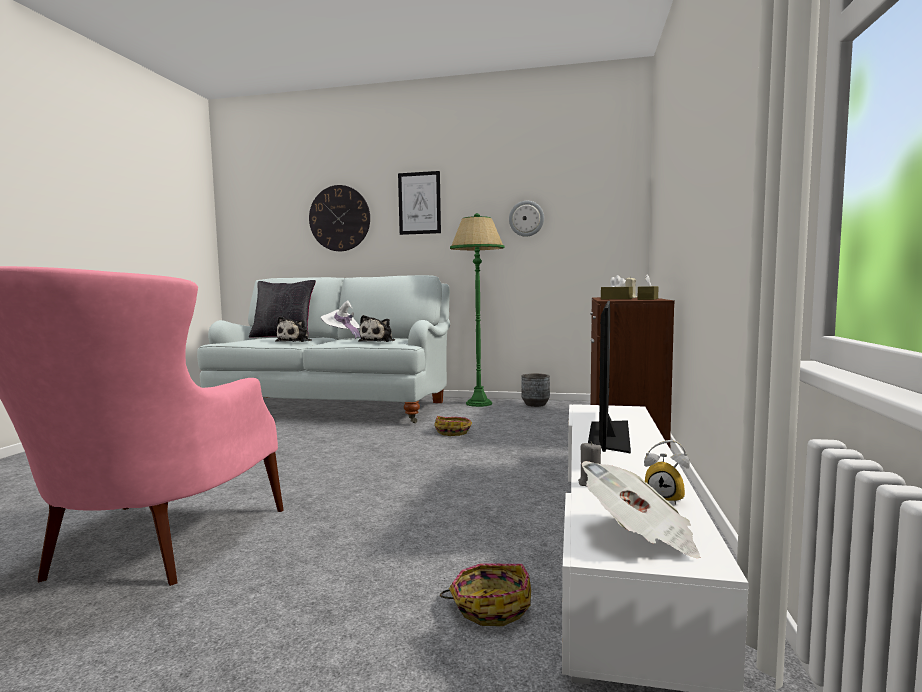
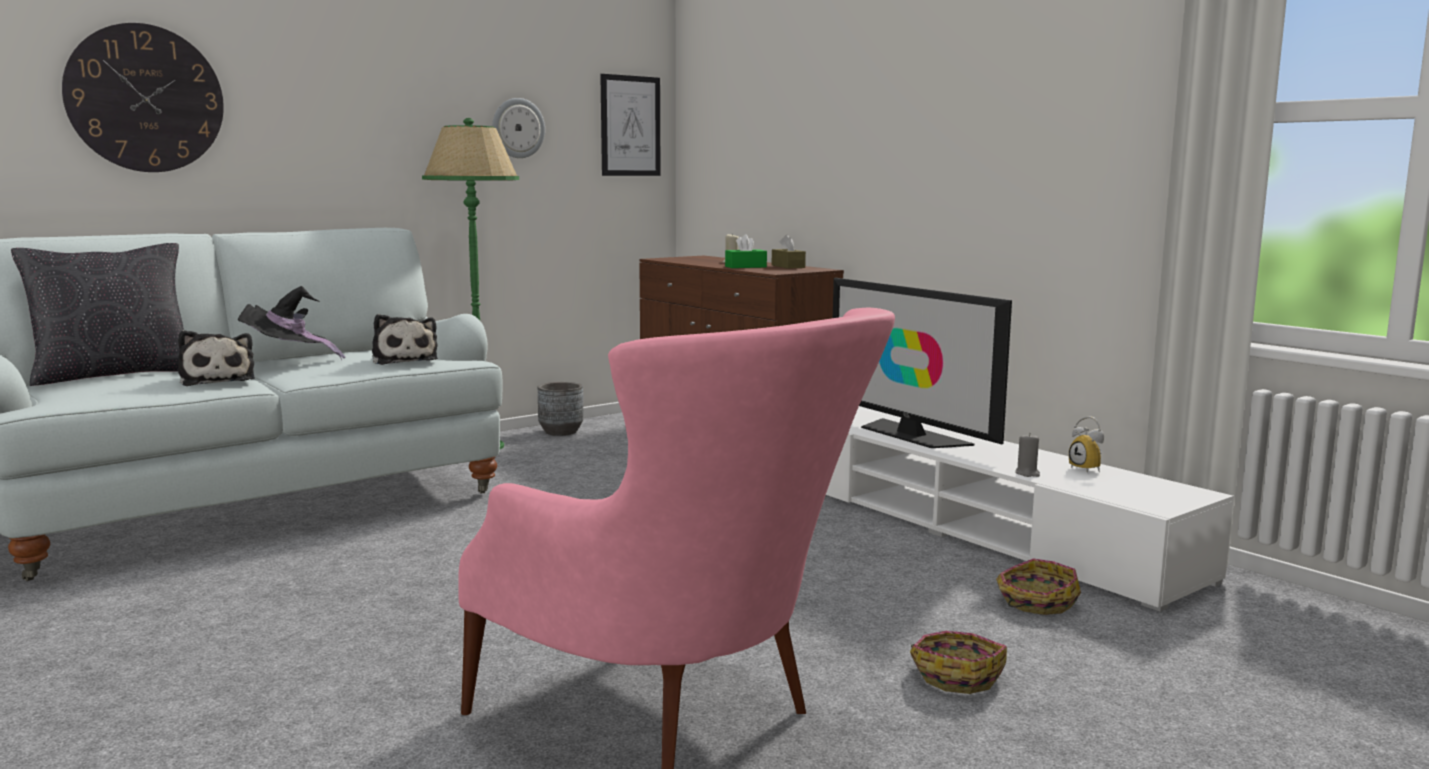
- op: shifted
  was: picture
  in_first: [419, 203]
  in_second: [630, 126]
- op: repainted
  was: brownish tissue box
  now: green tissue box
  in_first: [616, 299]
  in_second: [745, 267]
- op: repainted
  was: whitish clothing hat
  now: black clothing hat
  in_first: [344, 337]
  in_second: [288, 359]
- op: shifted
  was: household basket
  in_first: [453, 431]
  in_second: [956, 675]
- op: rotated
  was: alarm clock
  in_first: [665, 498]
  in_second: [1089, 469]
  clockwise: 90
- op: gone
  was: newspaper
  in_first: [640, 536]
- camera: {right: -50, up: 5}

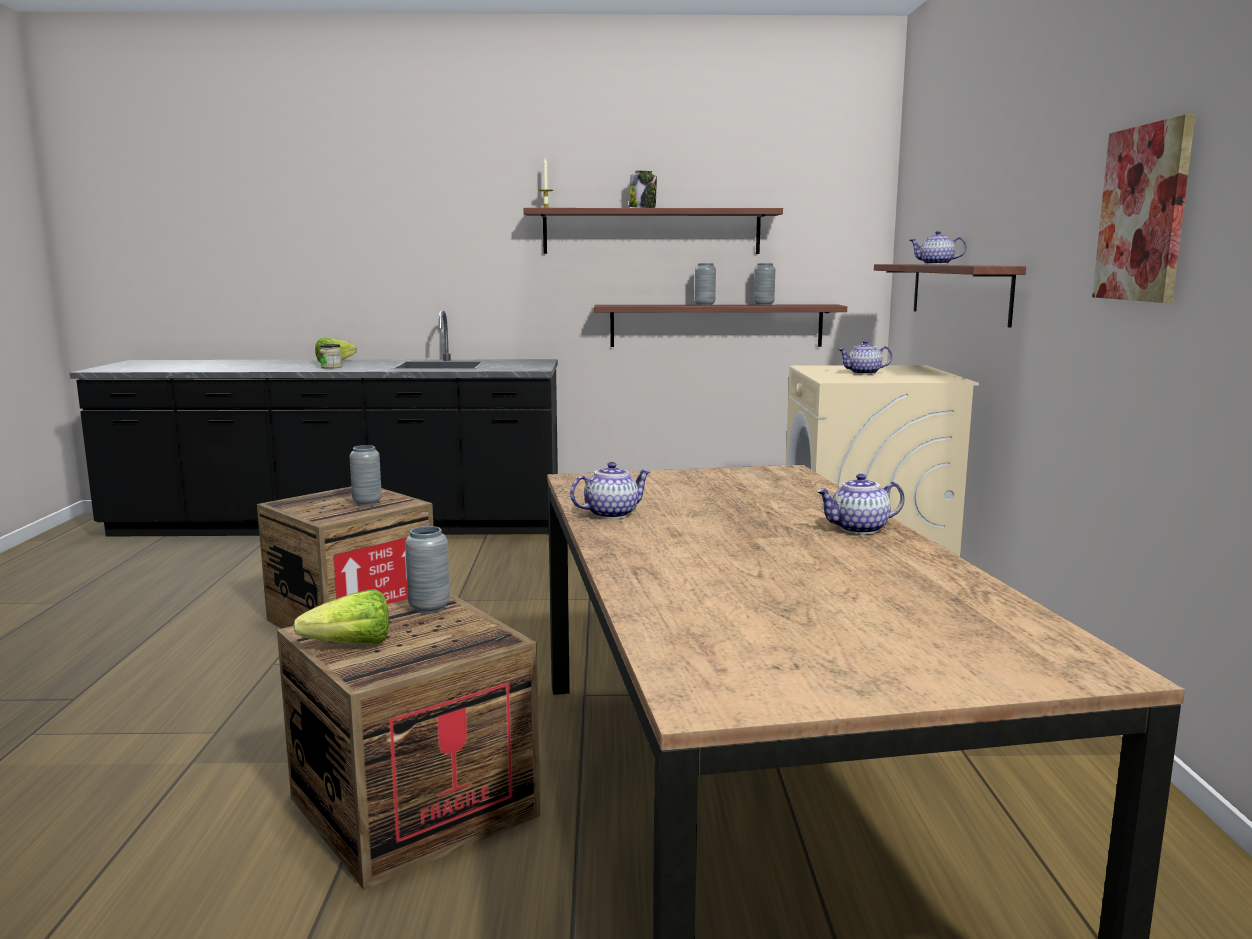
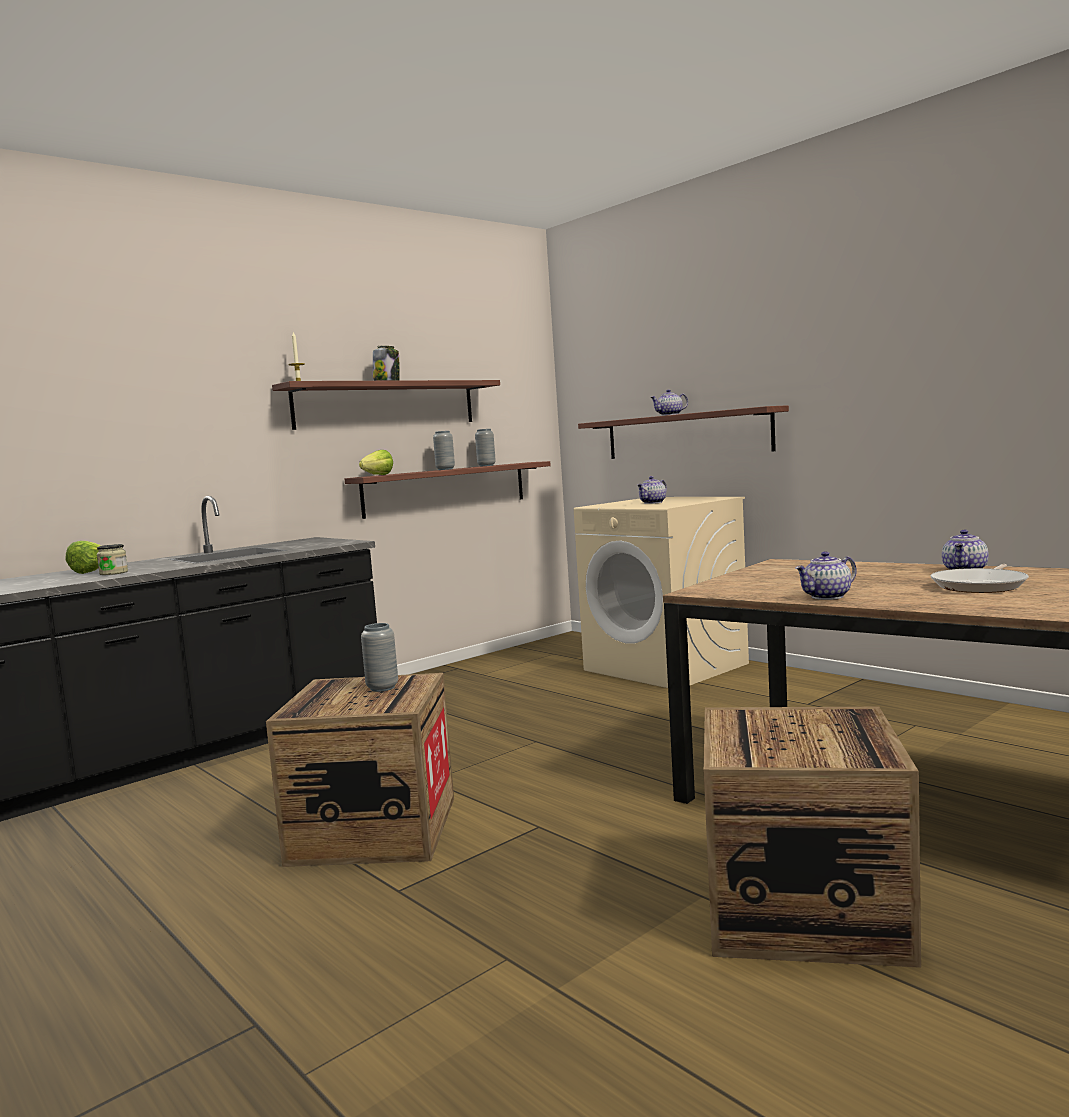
- op: gone
  was: picture
  in_first: [1143, 213]
- op: rotated
  was: teapot
  in_first: [611, 514]
  in_second: [827, 597]
  clockwise: -135
- op: gone
  was: grey decorative vase
  in_first: [429, 608]
- op: shifted
  was: lettuce
  in_first: [343, 646]
  in_second: [374, 475]
- op: new
  now: frying pan
  in_second: [981, 586]
- camera: {right: -40, up: -5}

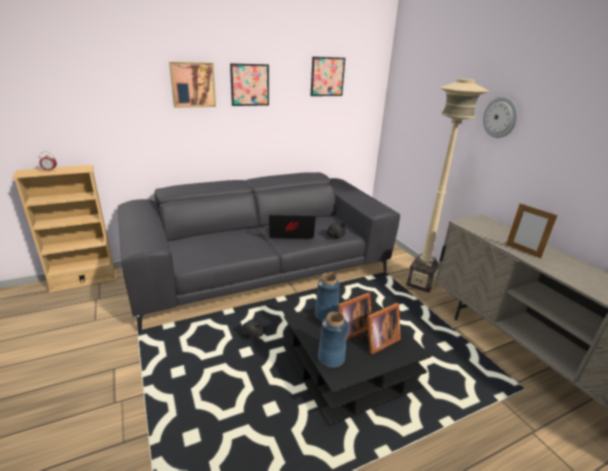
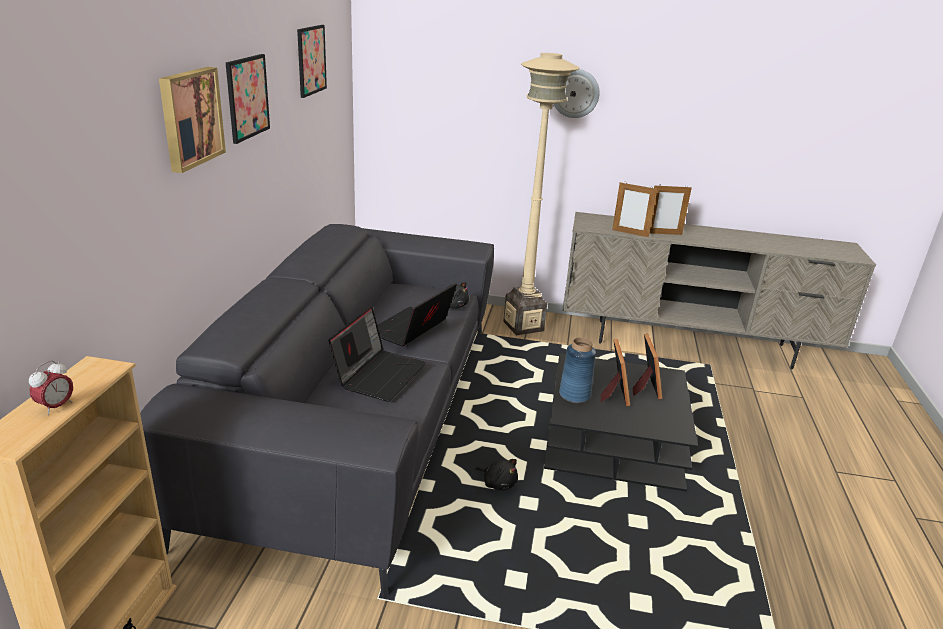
- op: gone
  was: bluish decorative vase
  in_first: [331, 358]
- op: new
  now: standing frame
  in_second: [630, 233]
- op: new
  now: laptop
  in_second: [379, 374]
- camera: {right: -55, up: 0}

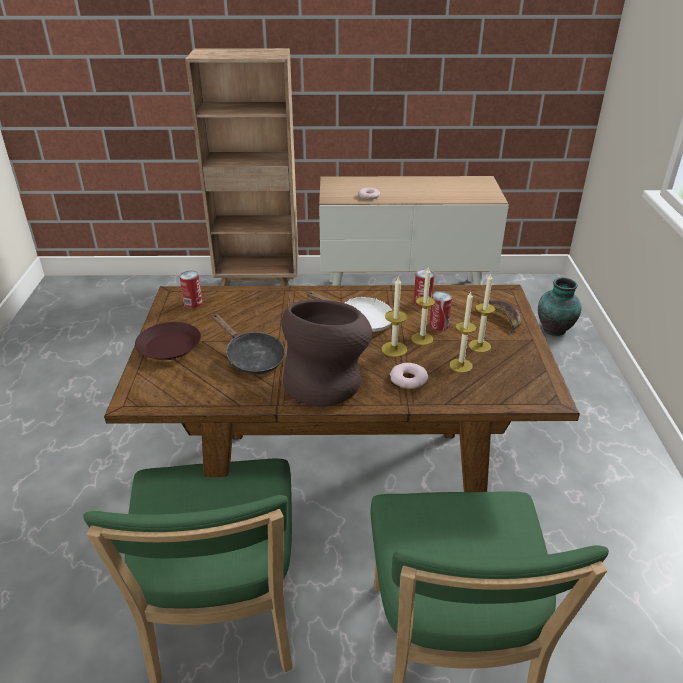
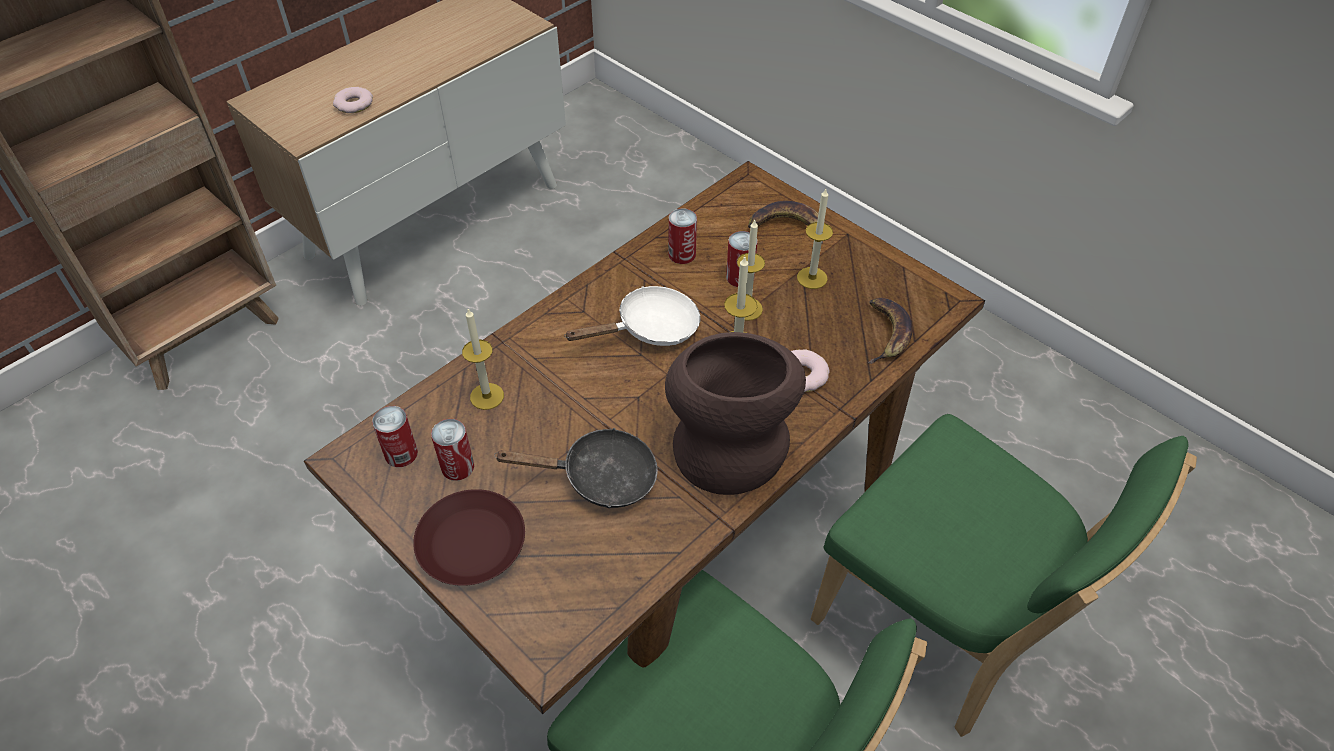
- op: gone
  was: decorative vase
  in_first: [555, 329]
- op: shifted
  was: wax candle
  in_first: [461, 365]
  in_second: [487, 396]
- op: new
  now: banana
  in_second: [887, 334]
- op: new
  now: sealed can
  in_second: [457, 466]
- camera: {right: -45, up: 15}

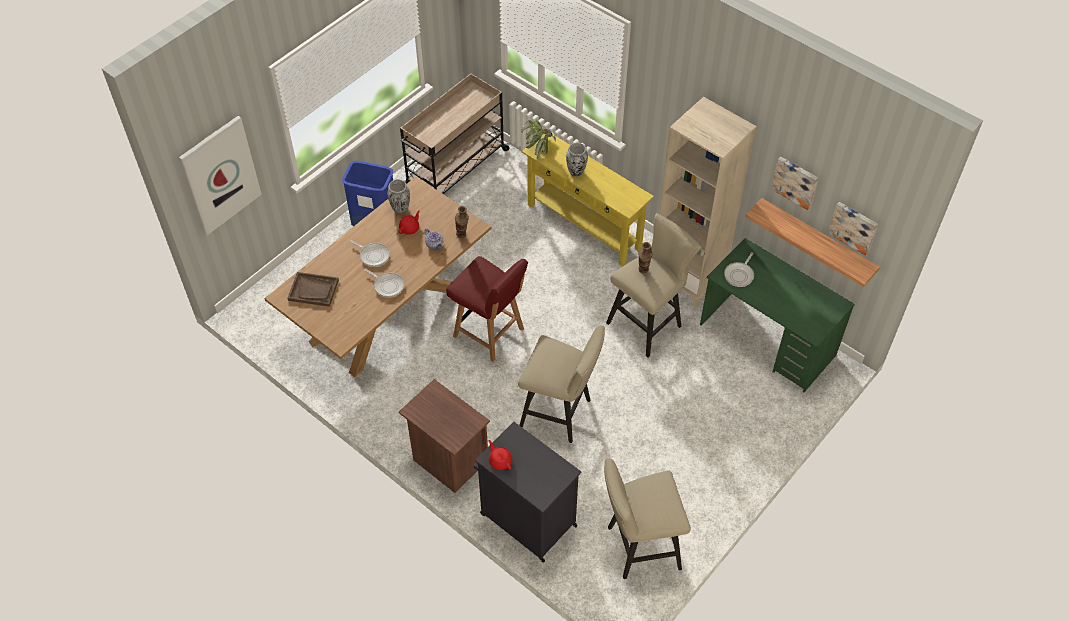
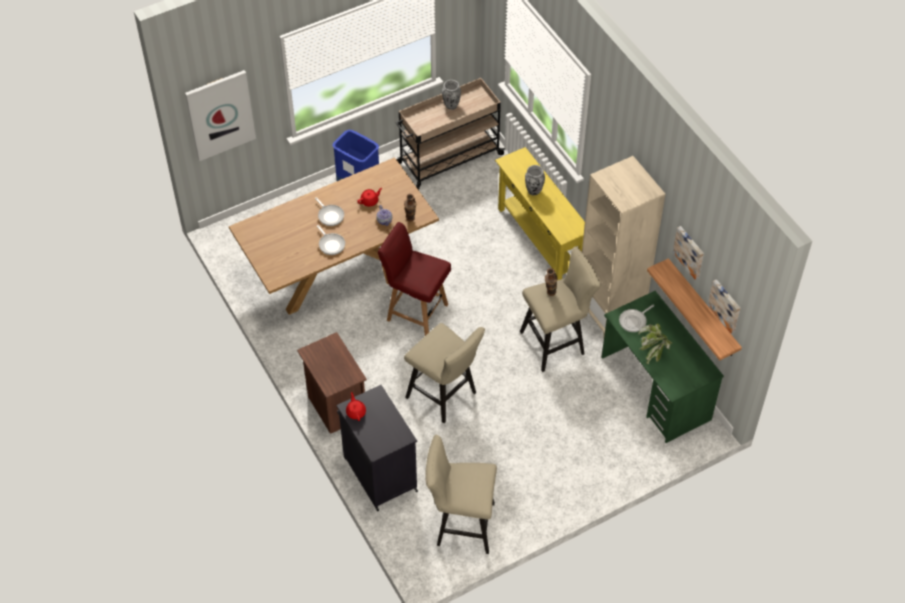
- op: shifted
  was: plant in a pot
  in_first: [539, 147]
  in_second: [654, 351]
- op: shifted
  was: decorative vase
  in_first: [400, 209]
  in_second: [451, 105]
- op: rotated
  was: red plain chair
  in_first: [490, 333]
  in_second: [416, 311]
  clockwise: 150
- op: gone
  was: brownish carrying tray
  in_first: [313, 290]
- camera: {right: 20, up: 0}

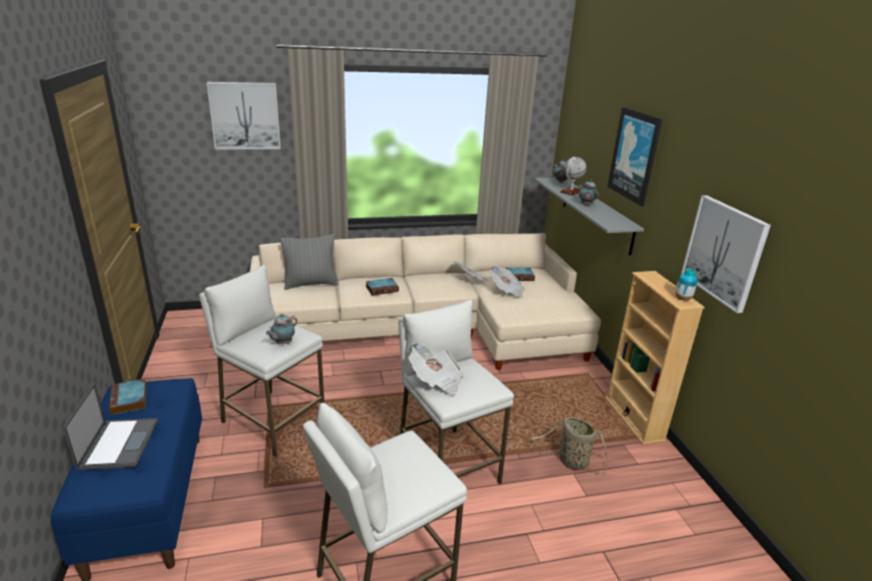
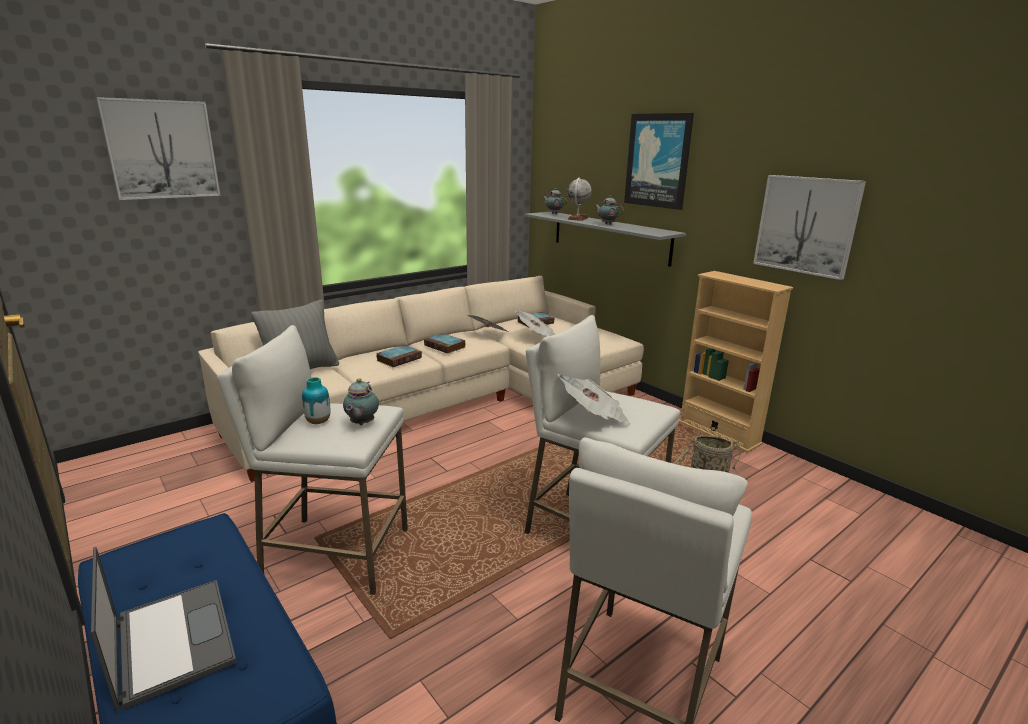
- op: shifted
  was: decorative vase
  in_first: [683, 299]
  in_second: [318, 422]
- op: shifted
  was: volume
  in_first: [129, 400]
  in_second: [445, 346]
- camera: {right: -25, up: -5}

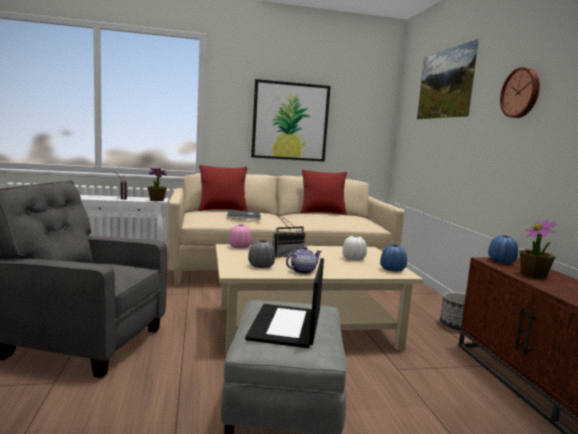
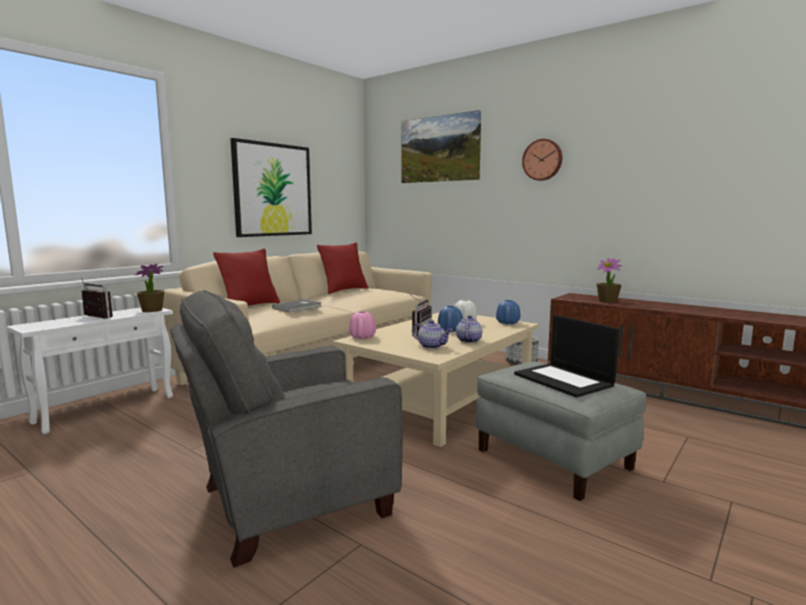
- op: shifted
  was: bluish decorative vase
  in_first: [501, 261]
  in_second: [450, 330]
- op: swapped
  was: grey decorative vase
  now: teapot
  in_first: [261, 266]
  in_second: [432, 346]
- camera: {right: -40, up: 0}

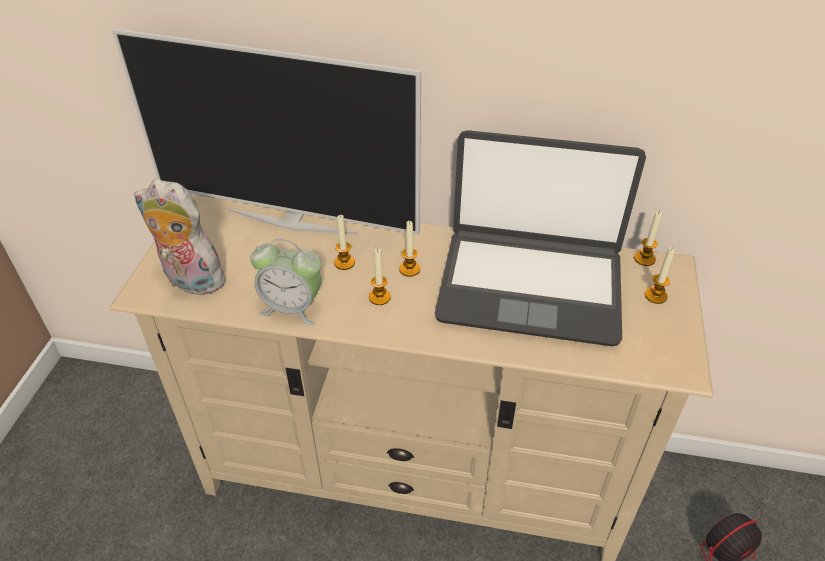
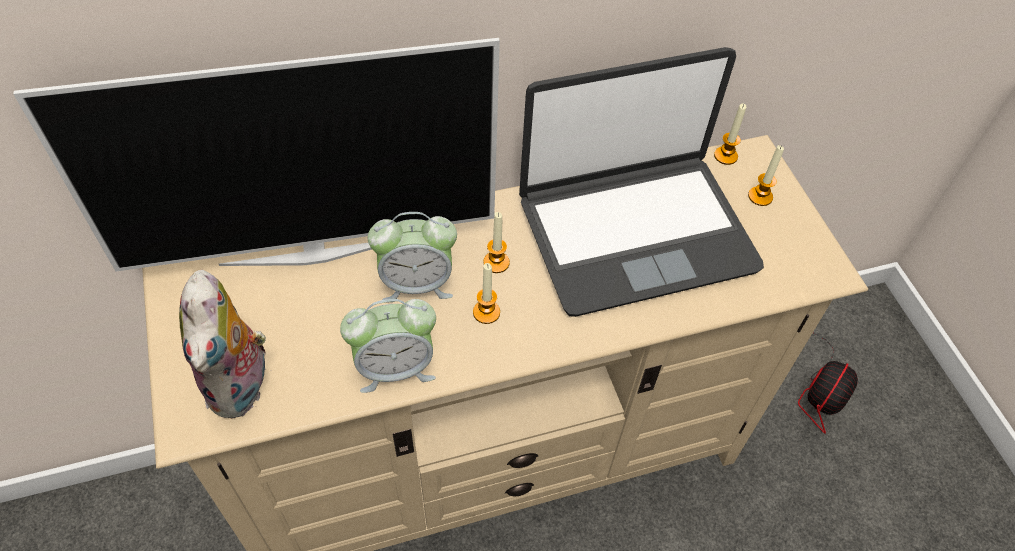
- op: rotated
  was: cuddly toy
  in_first: [190, 281]
  in_second: [242, 385]
  clockwise: -90
- op: swapped
  was: wax candle
  now: alarm clock
  in_first: [344, 263]
  in_second: [416, 283]
- camera: {right: -30, up: 10}

